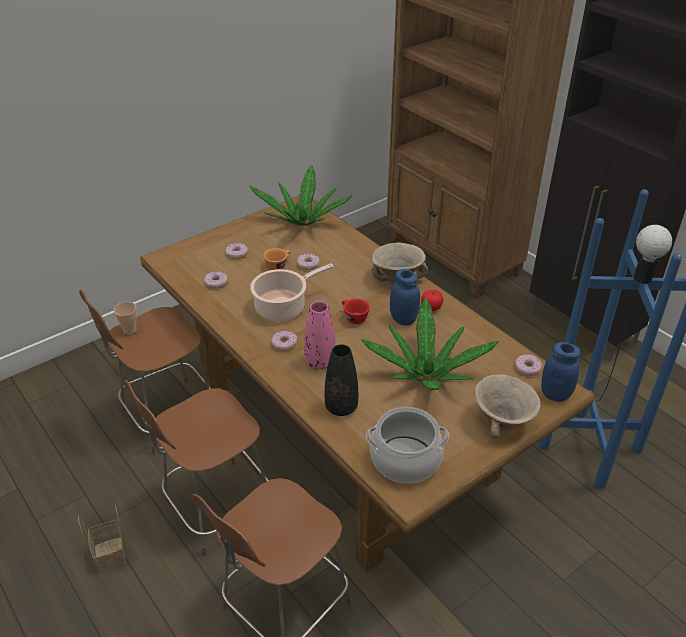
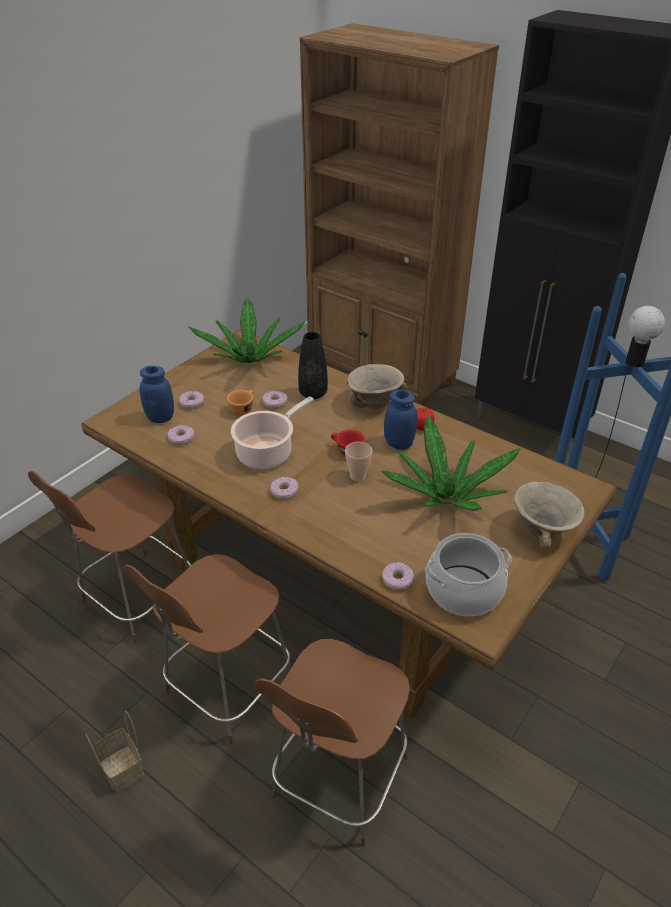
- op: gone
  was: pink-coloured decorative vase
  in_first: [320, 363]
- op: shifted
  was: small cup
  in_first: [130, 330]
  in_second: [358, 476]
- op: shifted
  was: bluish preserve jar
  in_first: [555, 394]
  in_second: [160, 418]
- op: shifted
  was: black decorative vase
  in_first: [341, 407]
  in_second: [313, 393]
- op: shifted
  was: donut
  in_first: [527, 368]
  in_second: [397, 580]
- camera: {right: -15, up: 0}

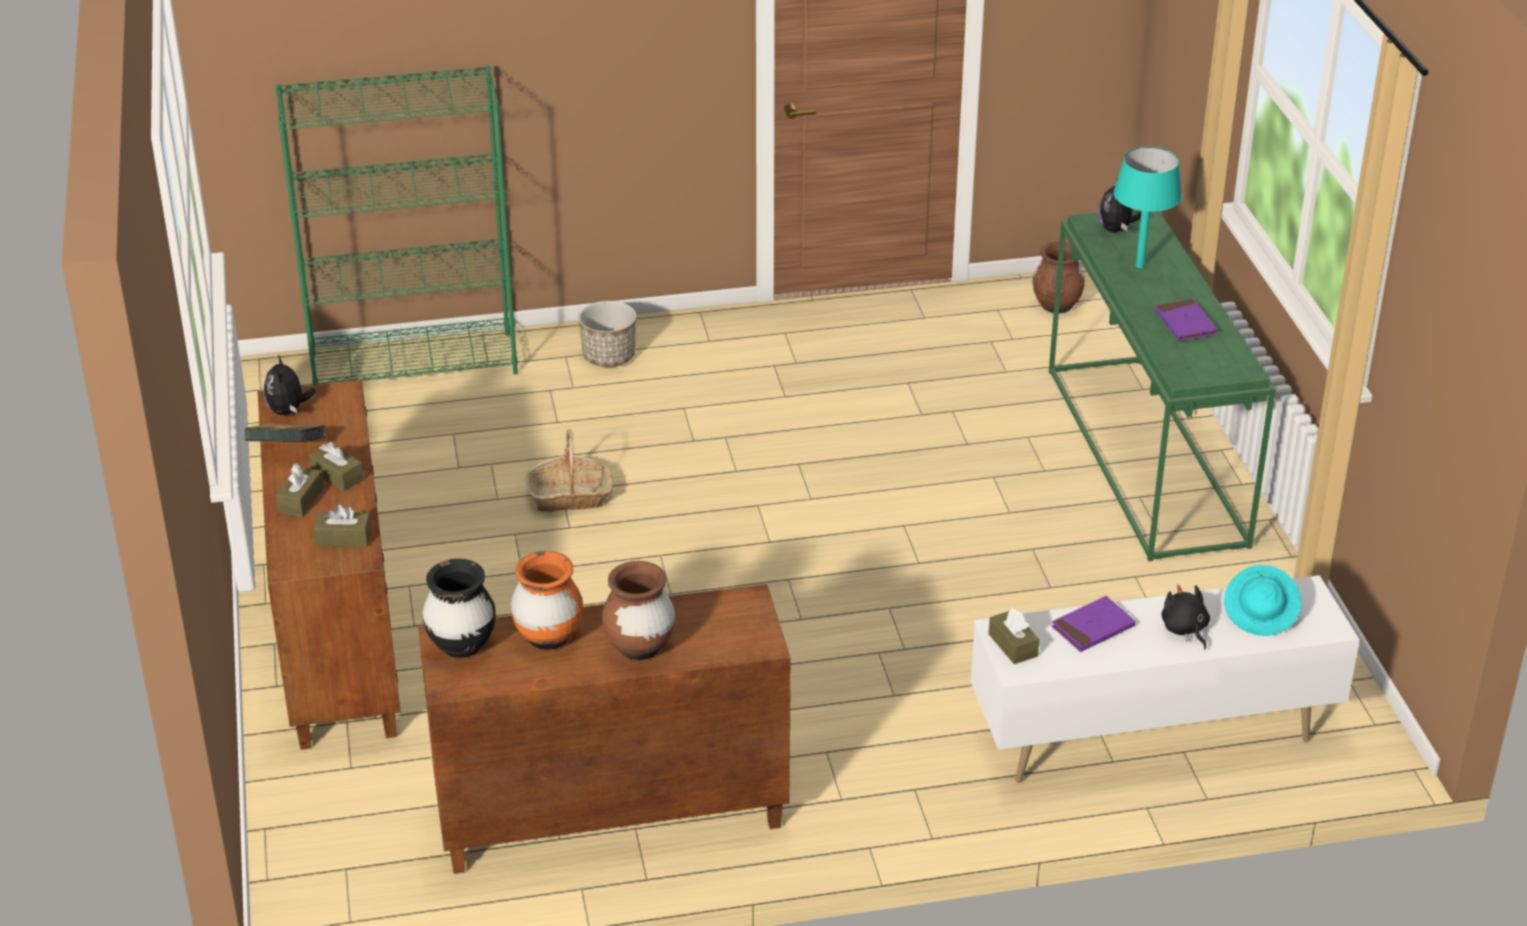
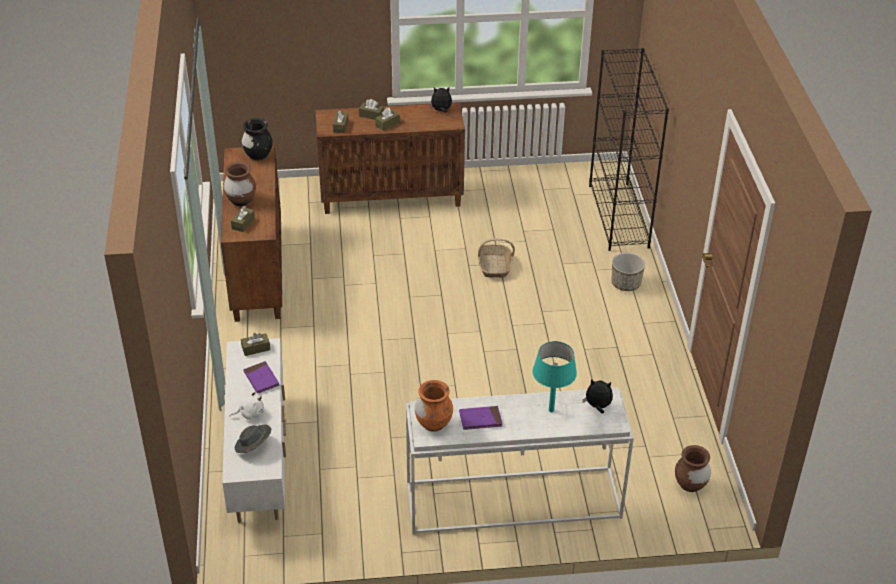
- op: repainted
  was: green shelving unit
  now: black shelving unit
  in_first: [415, 363]
  in_second: [619, 216]
- op: repainted
  was: green narrow table
  now: whitish narrow table
  in_first: [1148, 456]
  in_second: [512, 502]
- op: gone
  was: volume
  in_first: [288, 451]
- op: shifted
  was: orange decorative vase
  in_first: [548, 637]
  in_second: [433, 424]
- op: repainted
  was: blue-green clothing hat
  now: grey clothing hat
  in_first: [1261, 615]
  in_second: [253, 446]
- op: repainted
  was: black cuddly toy
  now: whitish cuddly toy
  in_first: [1185, 629]
  in_second: [250, 413]
- op: new
  now: brownish tissue box
  in_second: [243, 223]
- camera: {right: 95, up: 5}

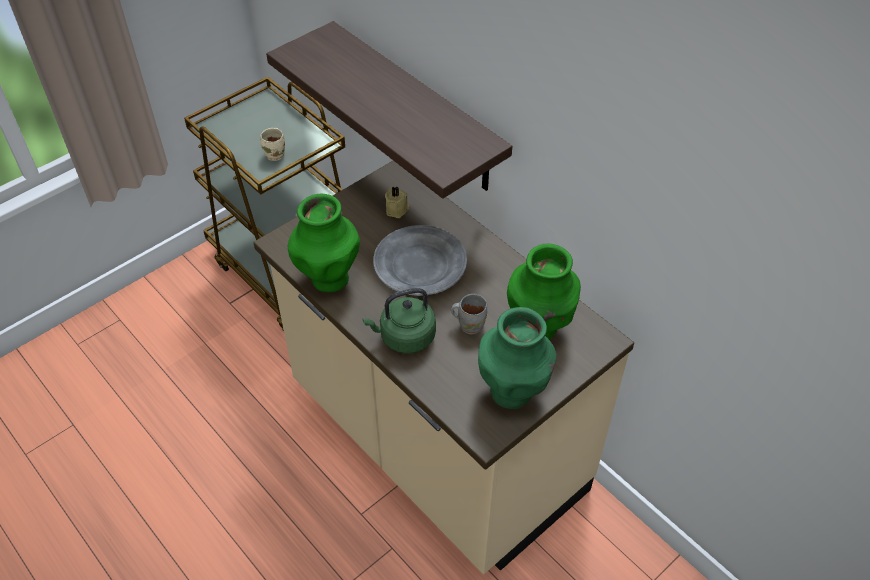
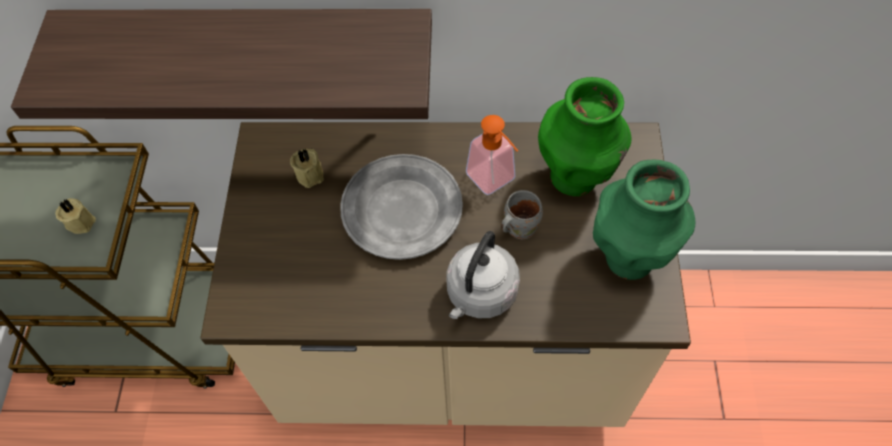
- op: swapped
  was: beige mug
  now: beige wax candle
  in_first: [276, 154]
  in_second: [80, 221]
- op: gone
  was: green decorative vase
  in_first: [329, 278]
- op: repainted
  was: green tea kettle
  now: grey tea kettle
  in_first: [404, 337]
  in_second: [480, 295]
- op: new
  now: soap bottle
  in_second: [495, 182]
- camera: {right: -45, up: 10}

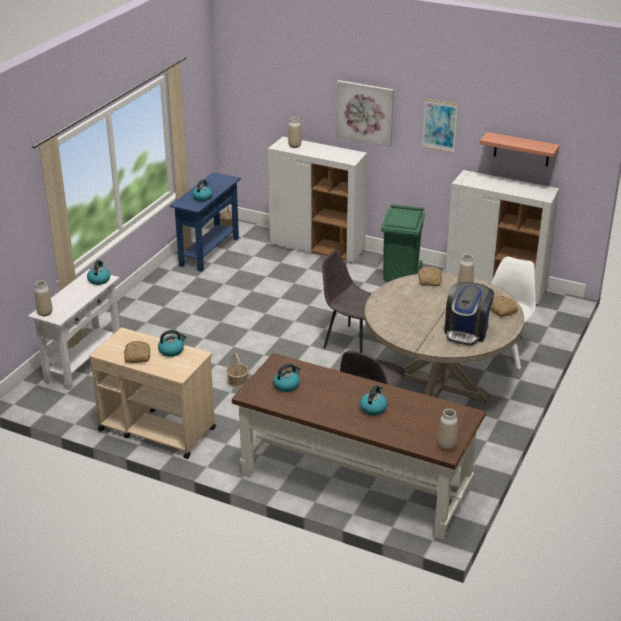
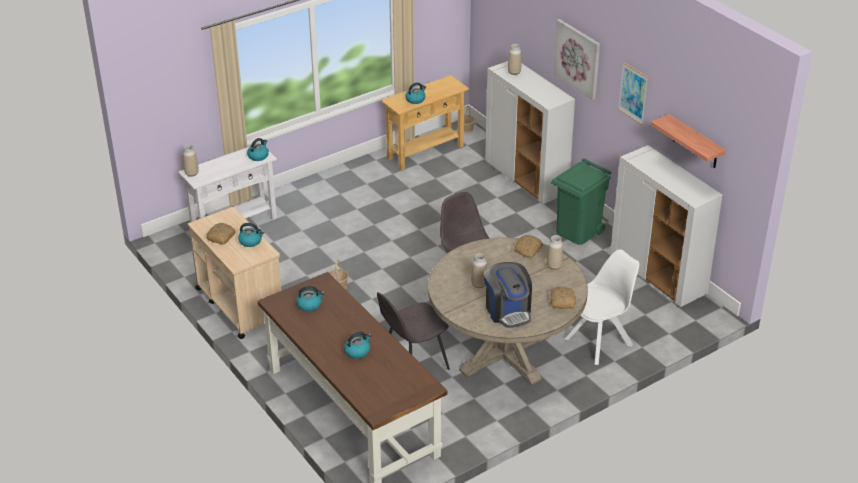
- op: repainted
  was: bluish narrow table
  now: beige narrow table
  in_first: [209, 252]
  in_second: [425, 152]
- op: rotated
  was: coffee machine
  in_first: [466, 331]
  in_second: [507, 311]
  clockwise: -75
- op: shifted
  was: decorative vase
  in_first: [446, 446]
  in_second: [479, 284]
- camera: {right: 30, up: 5}

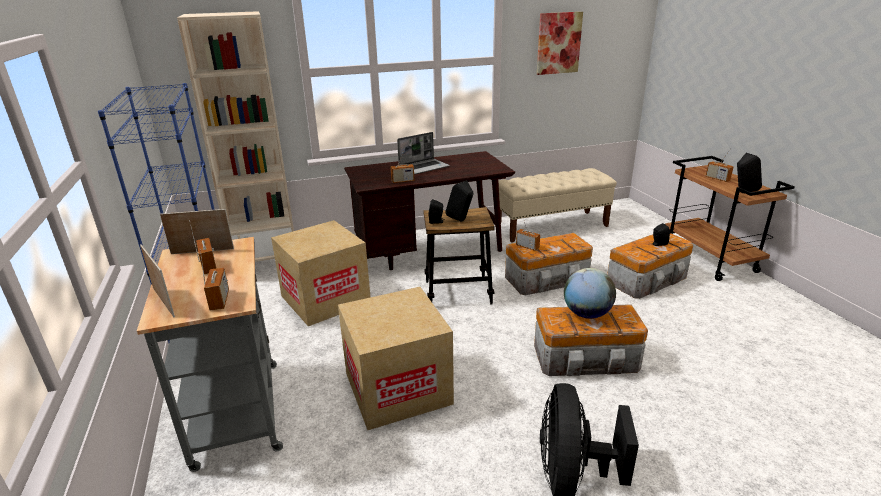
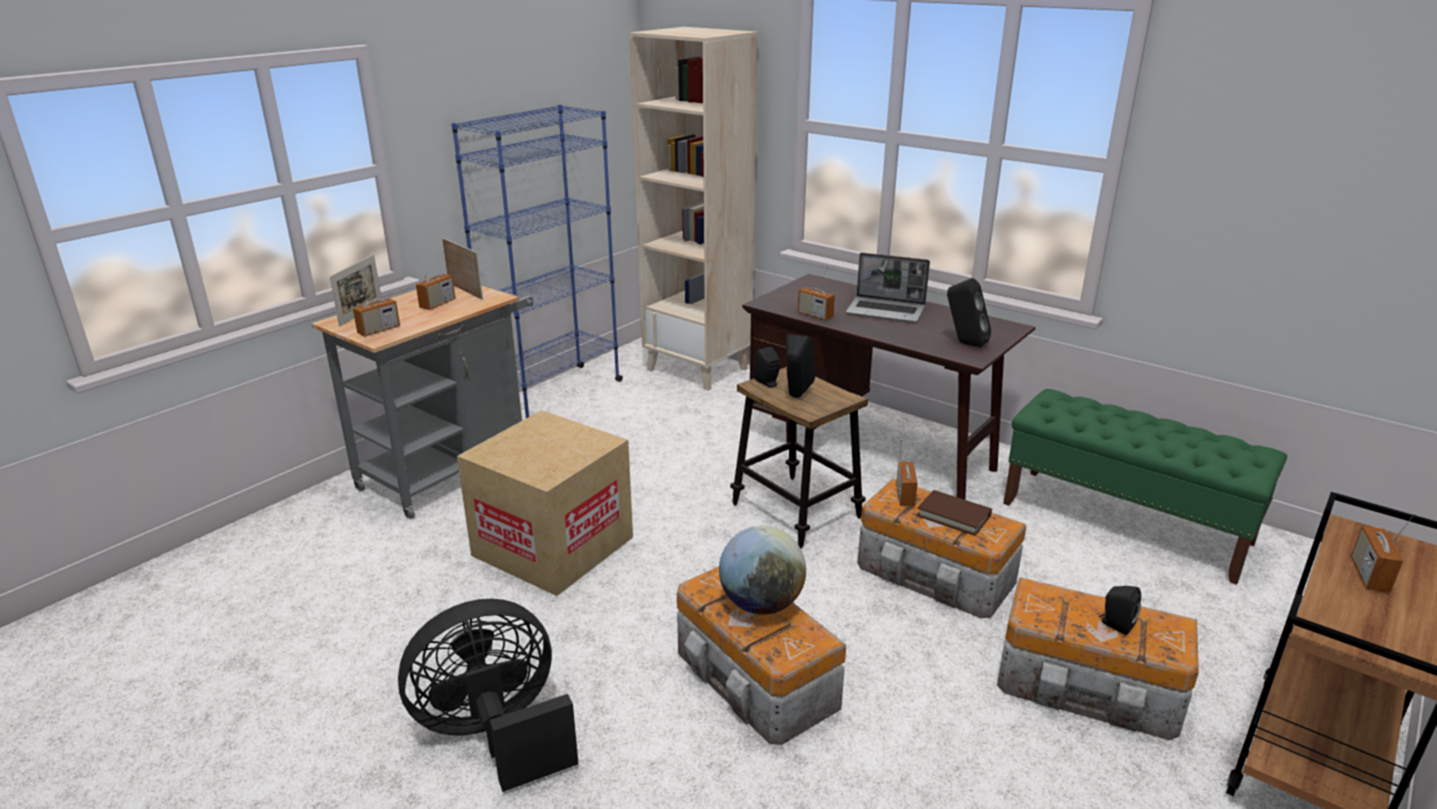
- op: gone
  was: picture
  in_first: [558, 43]
- op: shifted
  was: black audio speaker
  in_first: [742, 193]
  in_second: [964, 343]
- op: repainted
  was: beige bench
  now: green bench
  in_first: [551, 226]
  in_second: [1125, 523]
- op: gone
  was: carton
  in_first: [325, 299]
- op: new
  now: brownish volume
  in_second: [953, 516]
- camera: {right: 55, up: 0}

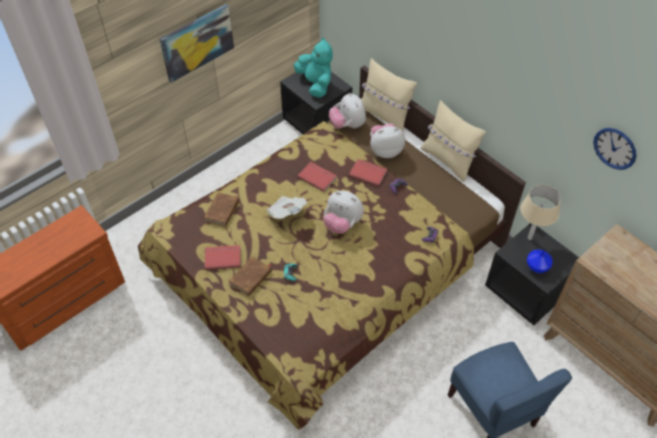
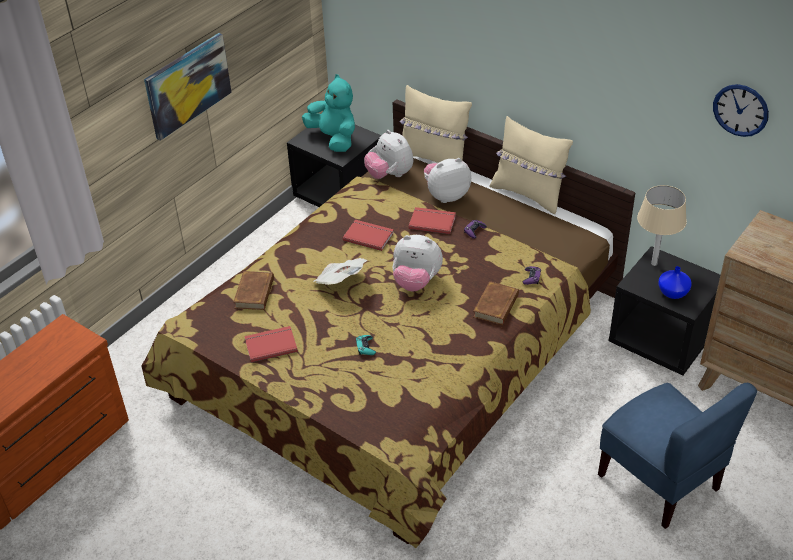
- op: shifted
  was: brownish volume
  in_first: [251, 278]
  in_second: [496, 306]
- camera: {right: -10, up: -10}

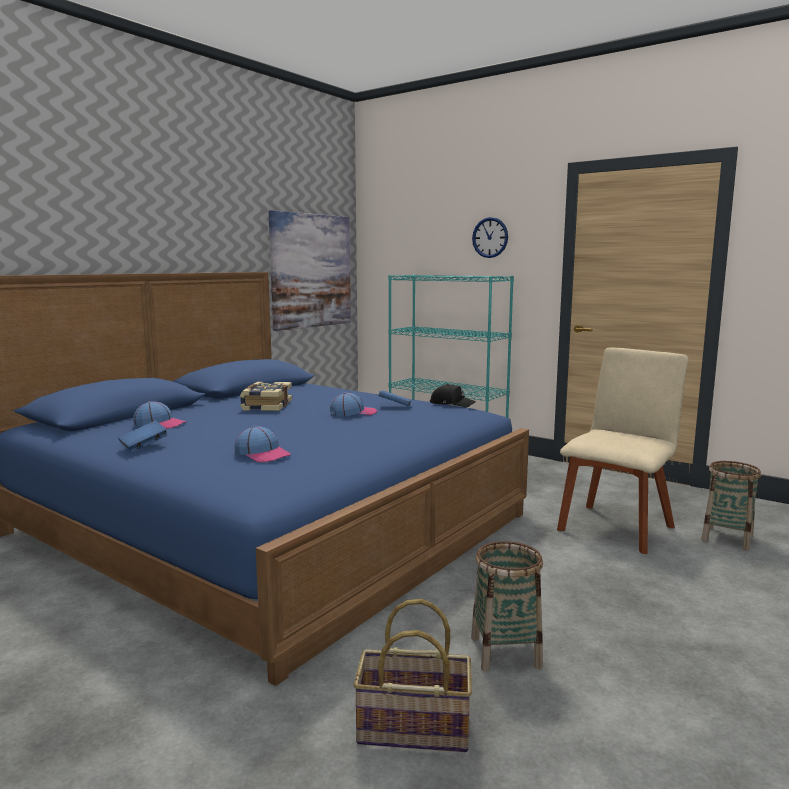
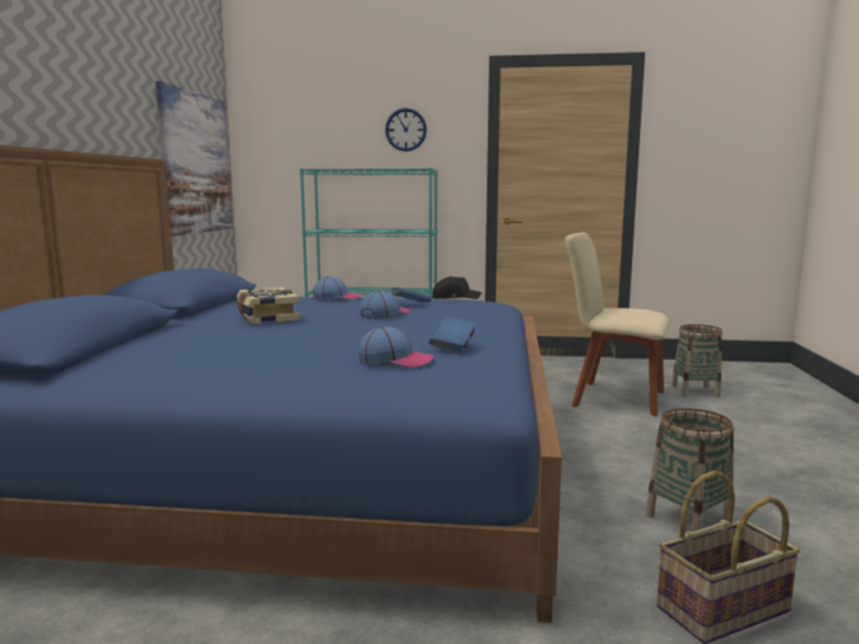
- op: rotated
  was: beige plain chair
  in_first: [617, 526]
  in_second: [612, 398]
  clockwise: -75
- op: shifted
  was: cap
  in_first: [160, 424]
  in_second: [336, 297]
- op: shifted
  was: bluish volume
  in_first: [144, 446]
  in_second: [453, 347]
- camera: {right: -30, up: 0}

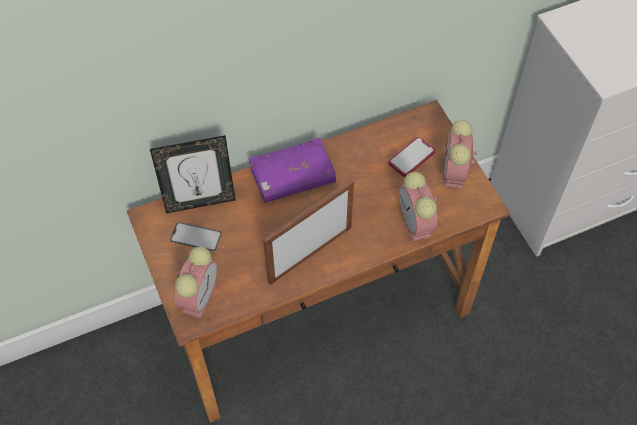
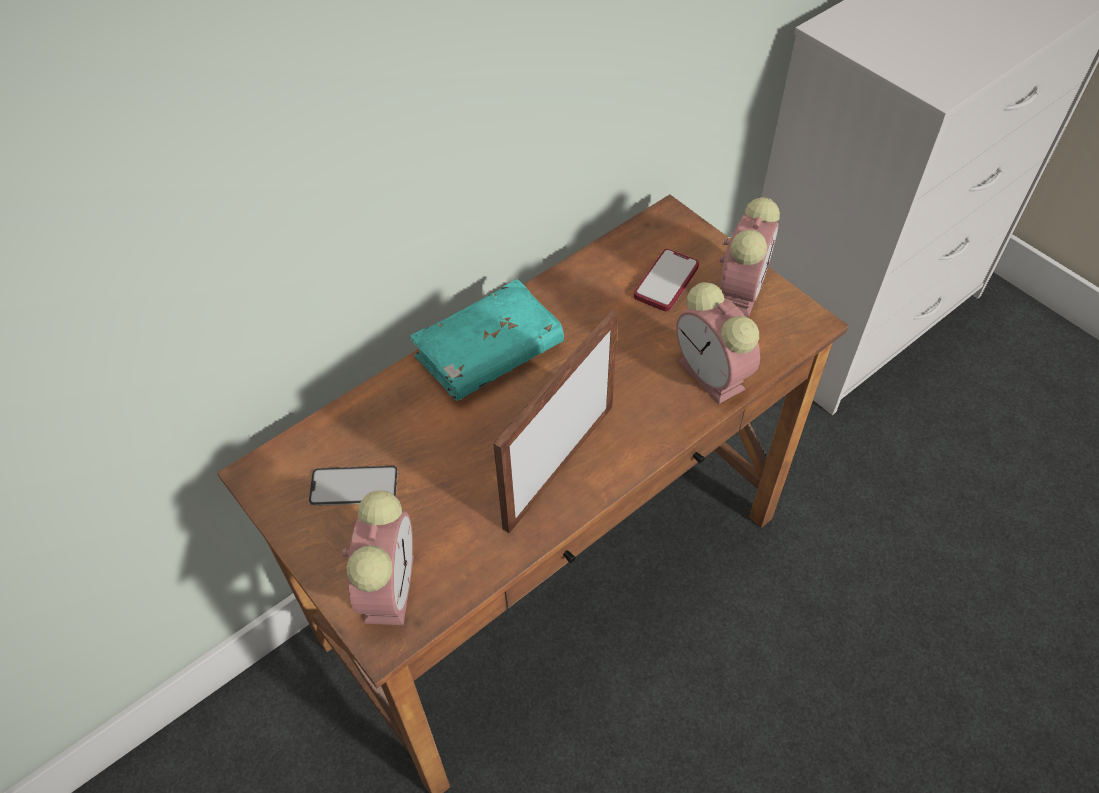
- op: rotated
  was: alarm clock
  in_first: [454, 173]
  in_second: [741, 289]
  clockwise: -150
- op: gone
  was: standing frame
  in_first: [200, 202]
- op: repainted
  was: purplish volume
  now: blue-green volume
  in_first: [292, 177]
  in_second: [489, 353]
- camera: {right: -15, up: -5}

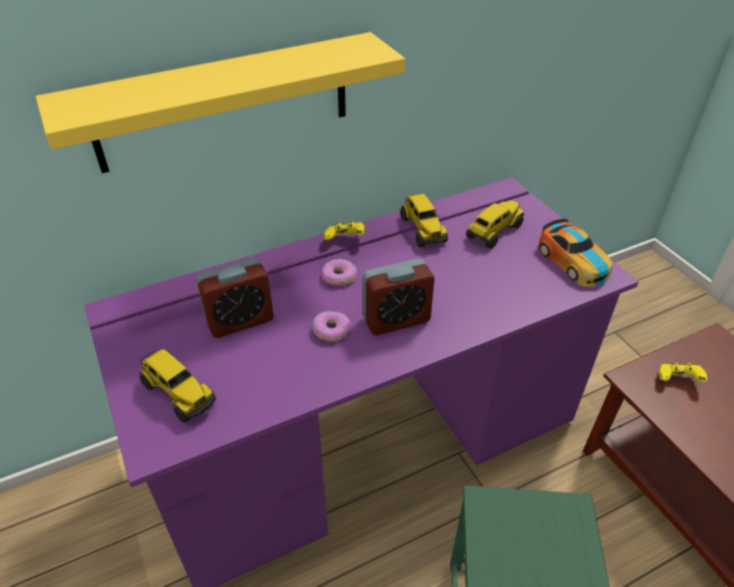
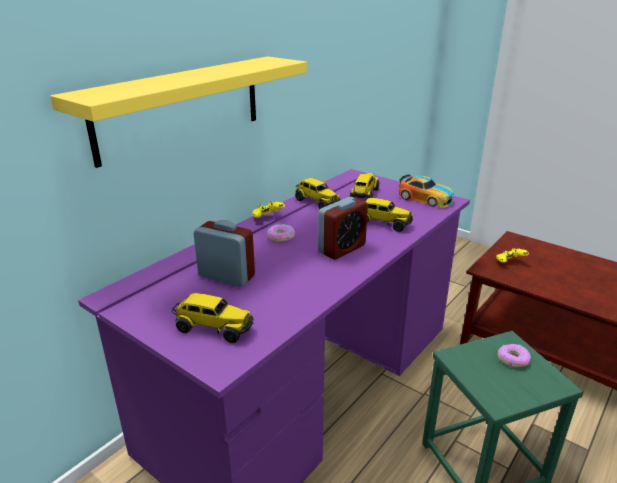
- op: rotated
  was: alarm clock
  in_first: [240, 320]
  in_second: [226, 276]
  clockwise: -105
- op: shifted
  was: donut
  in_first: [331, 330]
  in_second: [513, 359]
- op: new
  now: model truck
  in_second: [382, 223]
- camera: {right: -25, up: -15}

